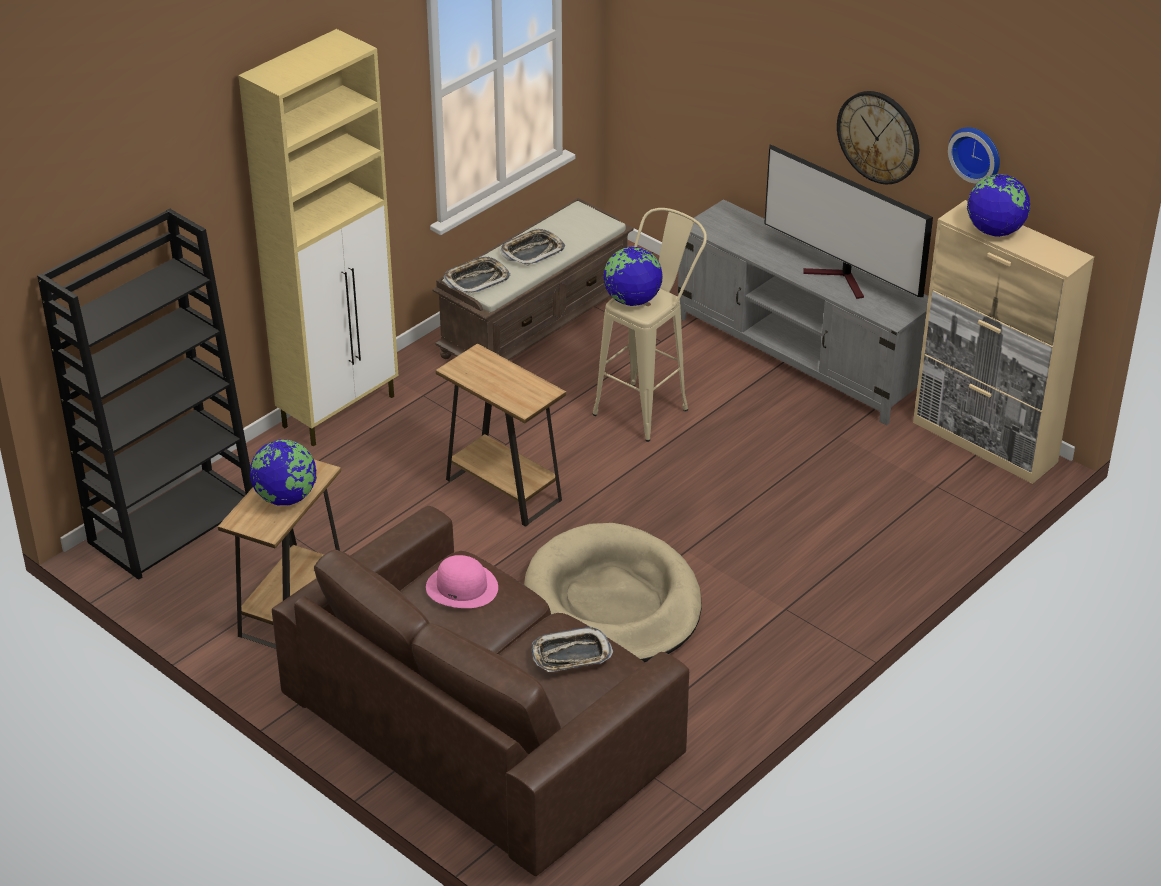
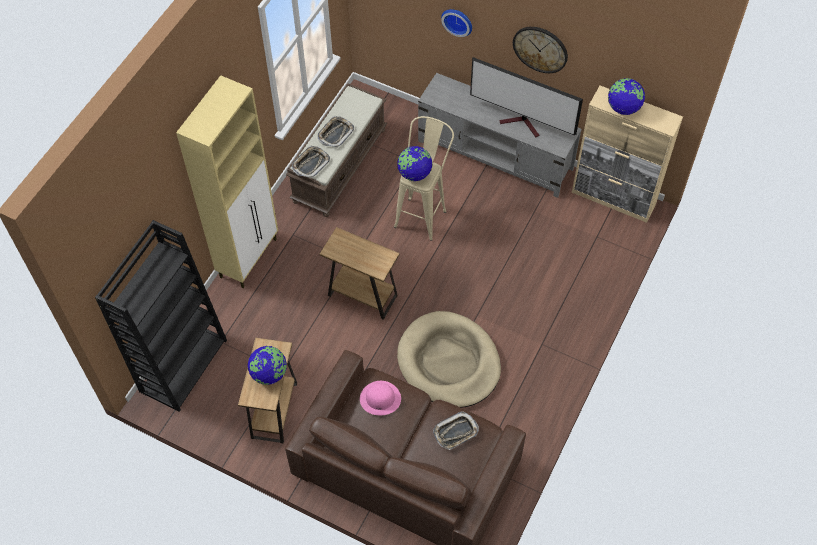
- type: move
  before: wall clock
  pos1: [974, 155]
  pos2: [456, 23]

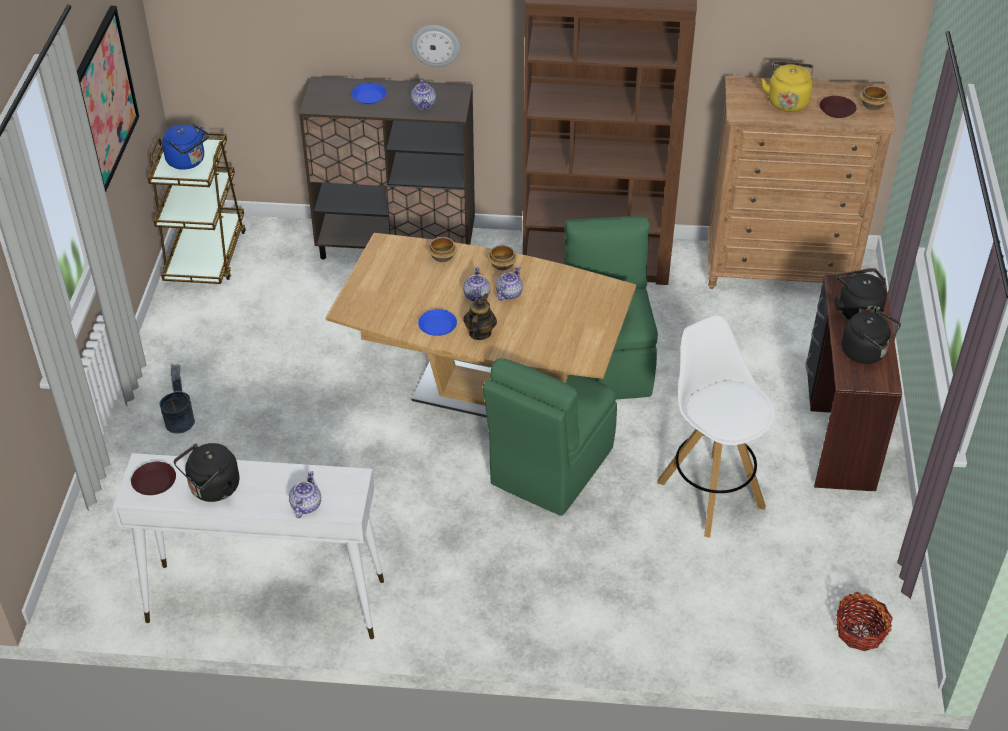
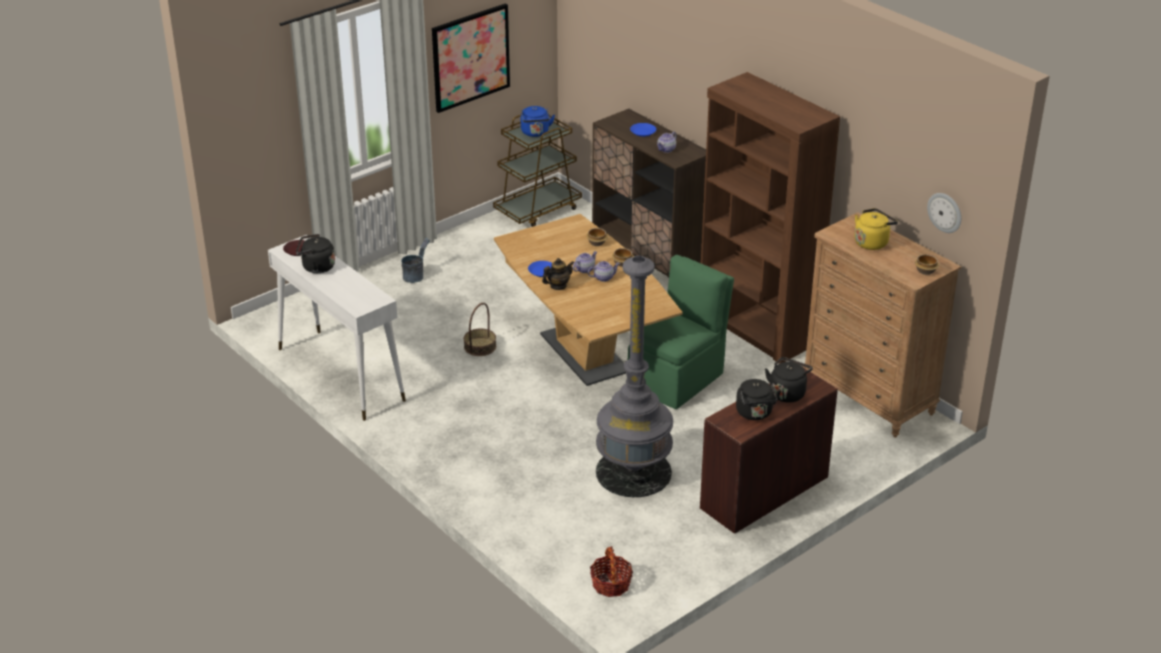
- type: insert
  after: basket
  pos2: [480, 329]
- type: replace
  before: stool (white)
  after: floor lamp (grey)
  pos1: [716, 426]
  pos2: [634, 376]
- type: move
  before: wall clock
  pos1: [435, 46]
  pos2: [944, 213]
- type: delete
  before: teapot
  pos1: [305, 494]
- type: delete
  before: chair (green)
  pos1: [550, 437]
- type: delete
  before: plate (brown)
  pos1: [838, 107]

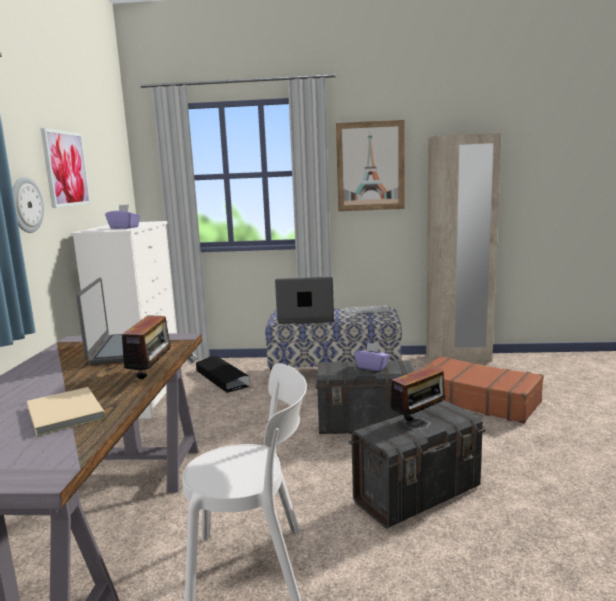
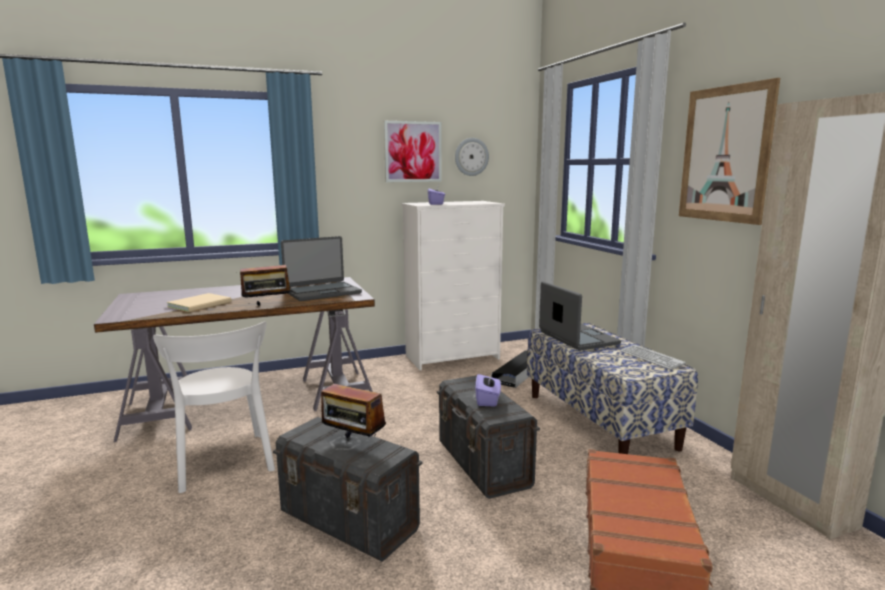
- type: move
  before: wall clock
  pos1: [28, 205]
  pos2: [472, 157]

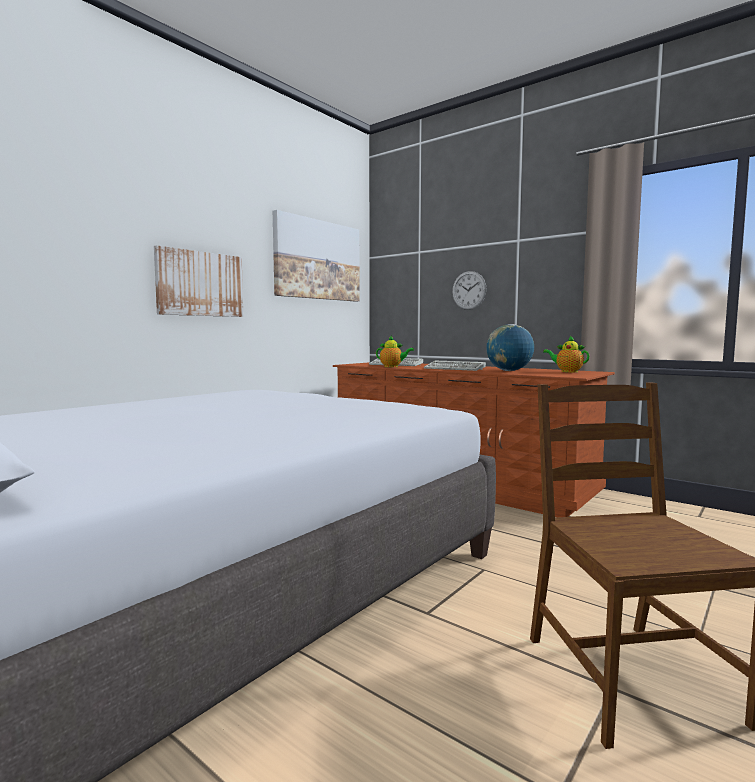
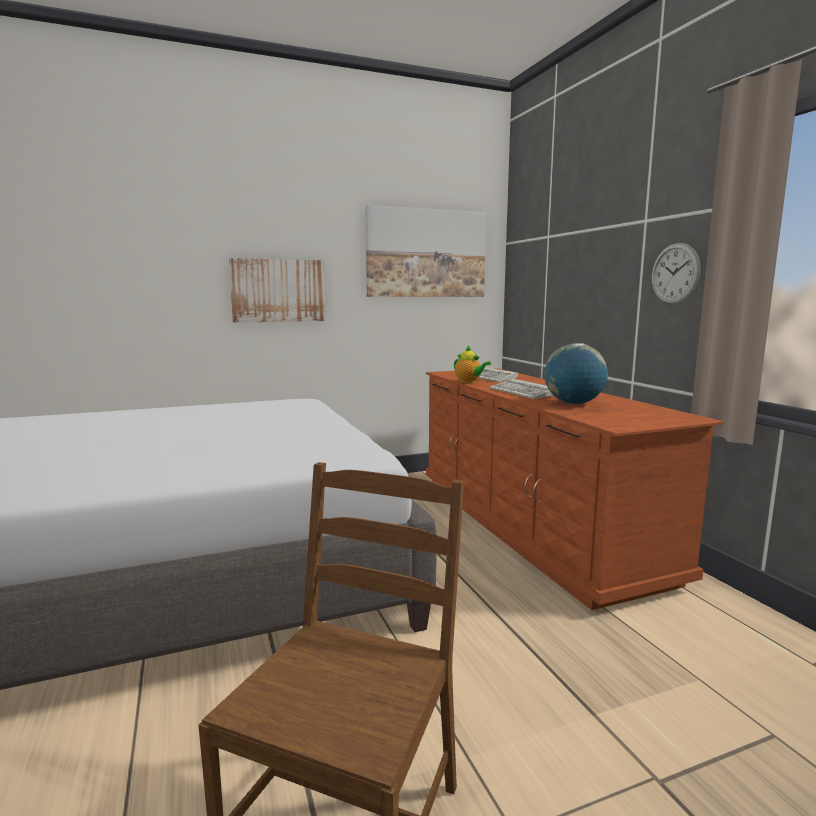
- type: move
  before: wall clock
  pos1: [469, 290]
  pos2: [676, 273]
- type: delete
  before: teapot
  pos1: [566, 354]

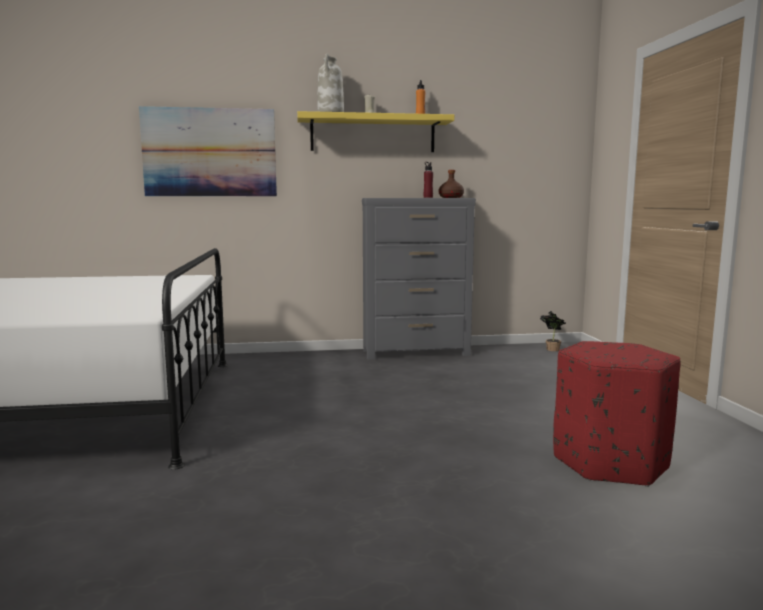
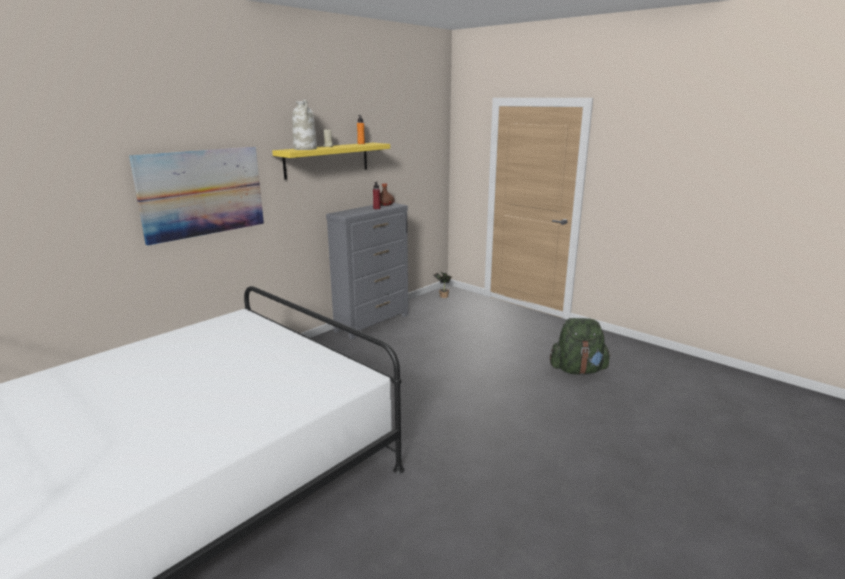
- type: replace
  before: ottoman (red)
  after: backpack (green)
  pos1: [617, 414]
  pos2: [580, 346]

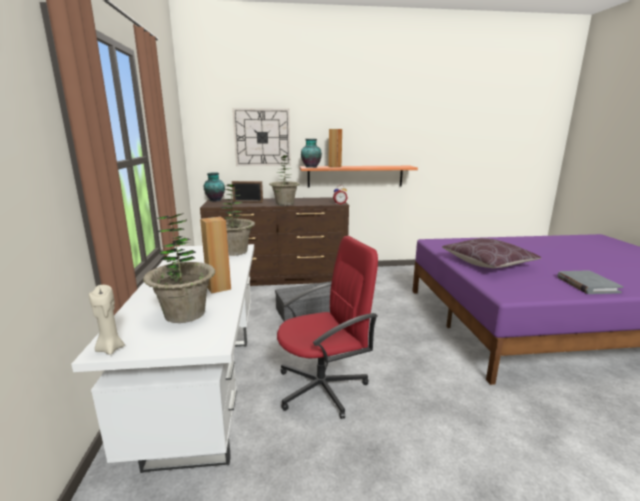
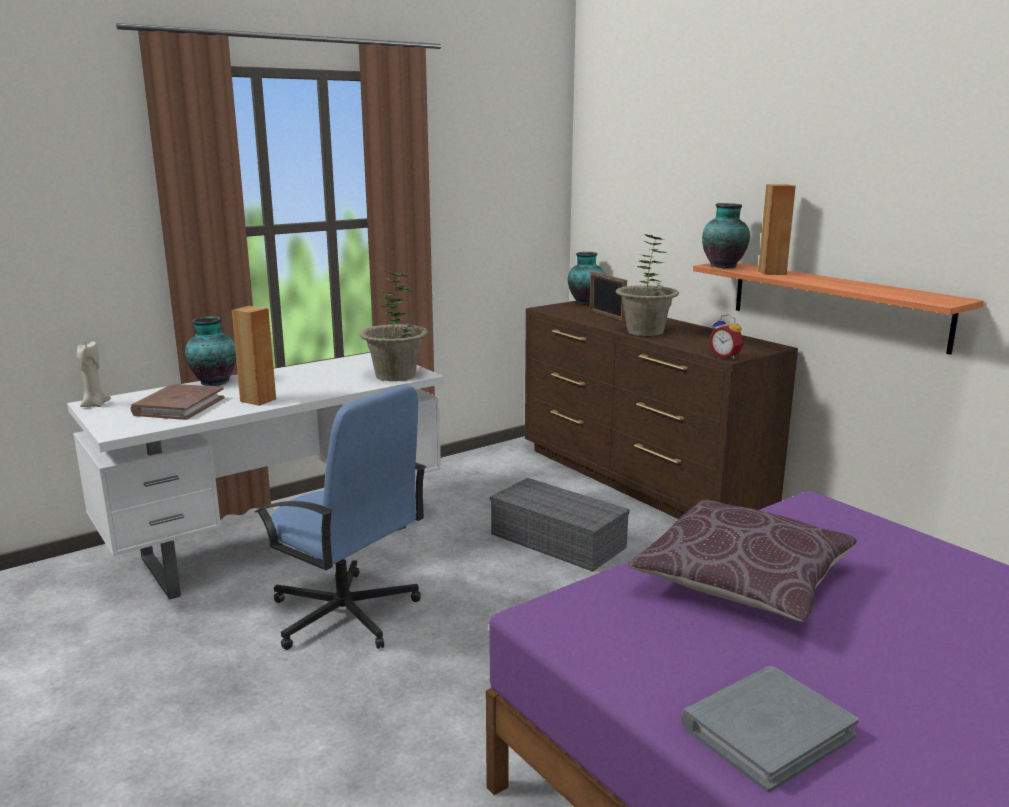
- type: replace
  before: potted plant
  after: book (brown)
  pos1: [179, 268]
  pos2: [177, 402]
- type: insert
  after: vase
  pos2: [210, 351]
- type: recolor
  before: office chair (red)
  after: office chair (blue)
  pos1: [327, 327]
  pos2: [340, 517]
- type: delete
  before: wall clock
  pos1: [261, 137]

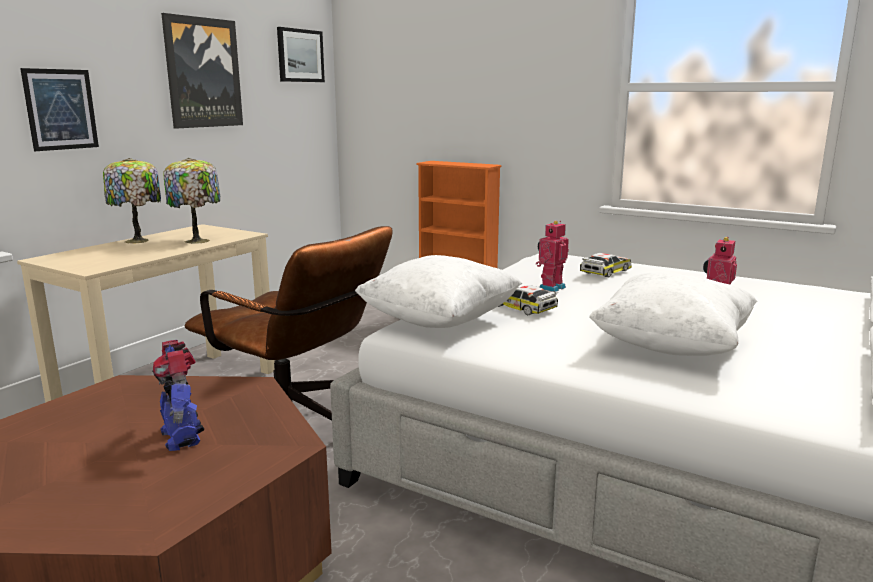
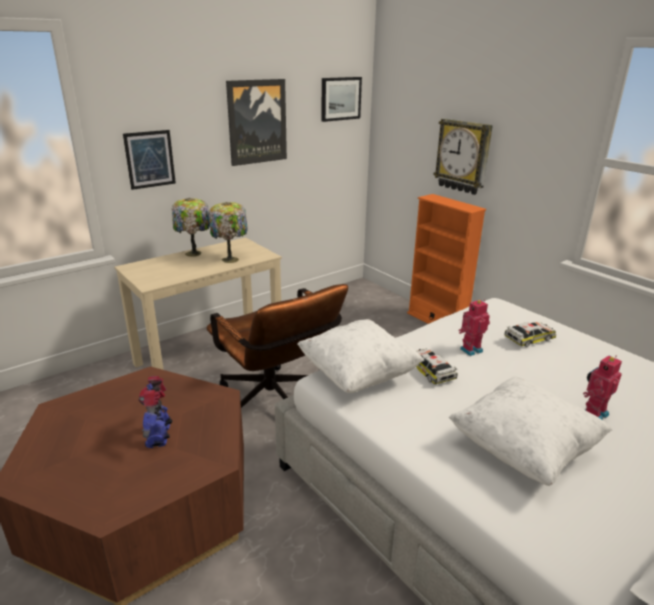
- type: insert
  after: wall clock
  pos2: [463, 156]

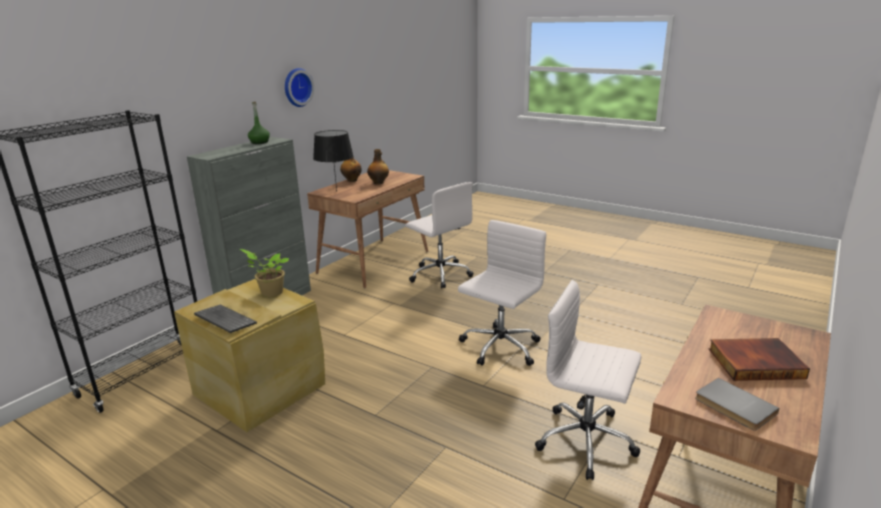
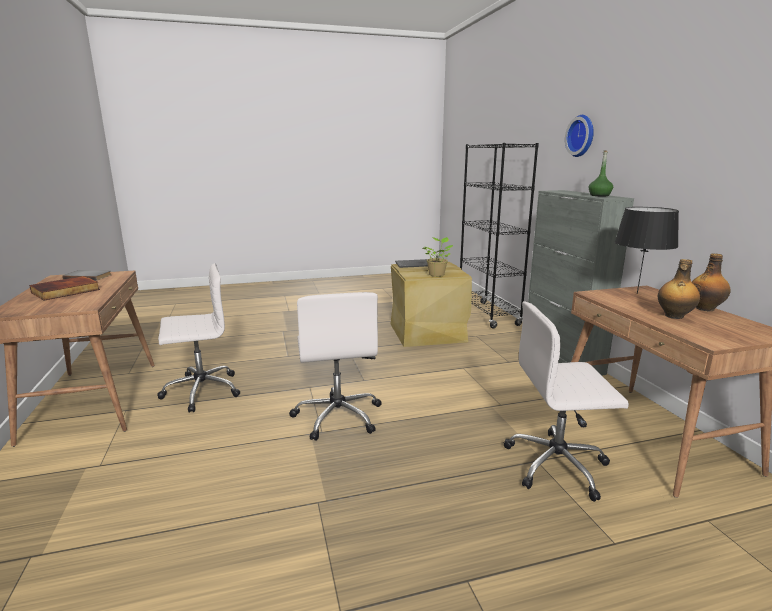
- type: move
  before: wall clock
  pos1: [299, 87]
  pos2: [579, 136]

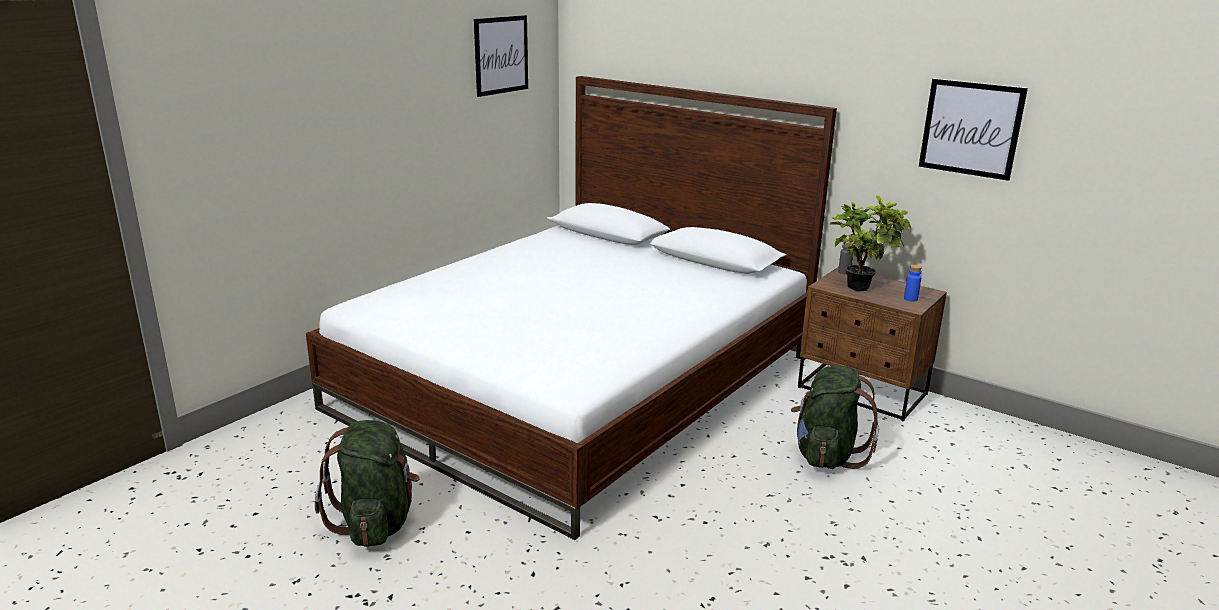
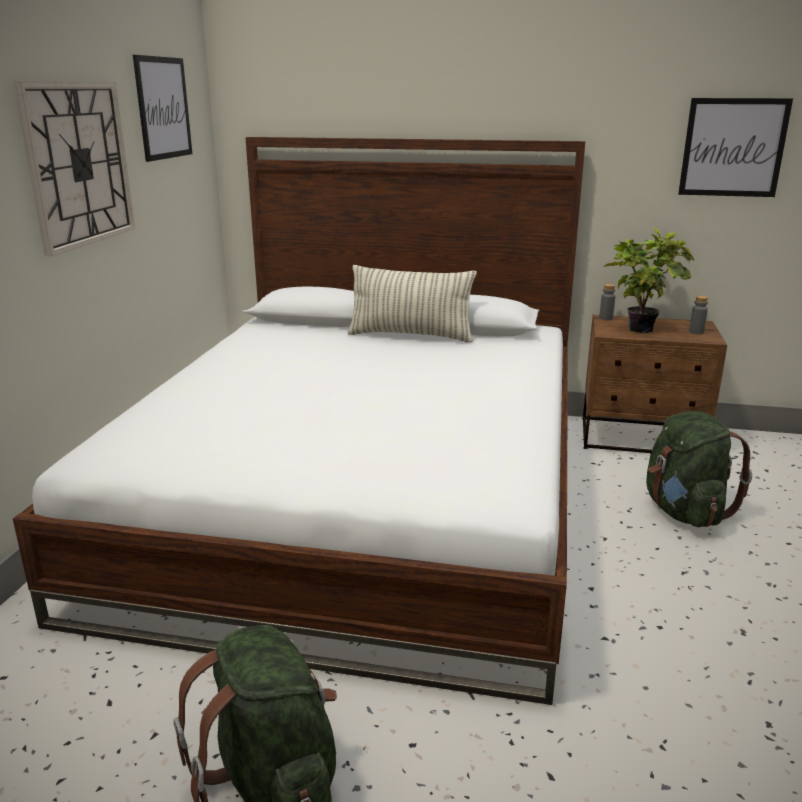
- type: insert
  after: wall clock
  pos2: [74, 169]
- type: insert
  after: pillow
  pos2: [412, 304]
- type: recolor
  before: bottle (blue)
  after: bottle (grey)
  pos1: [913, 283]
  pos2: [698, 315]

